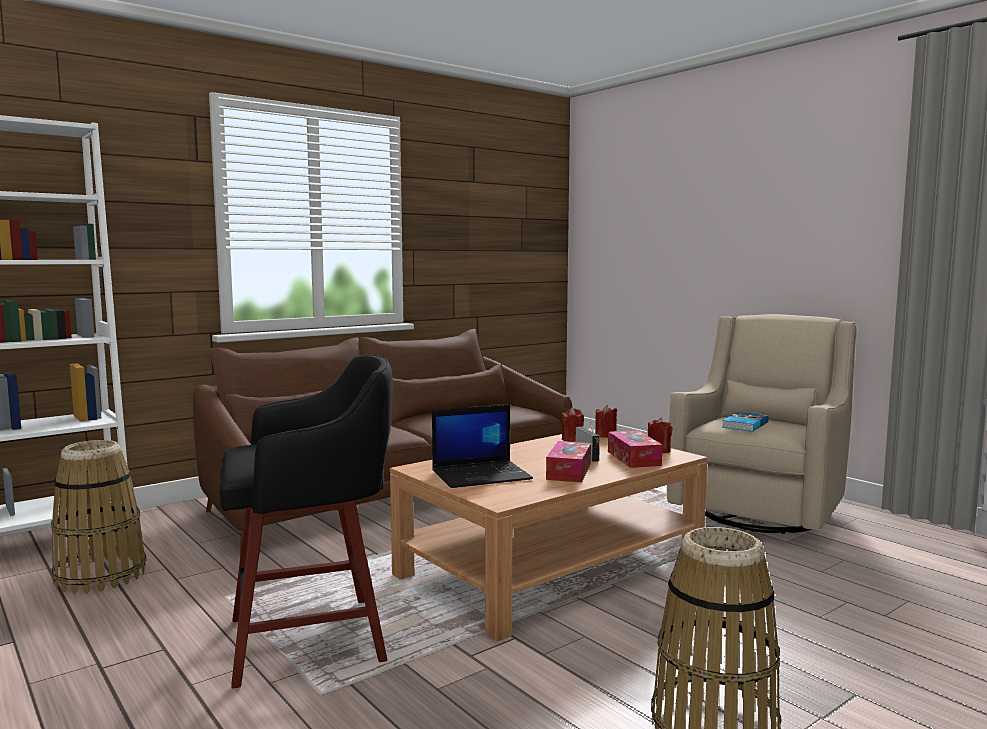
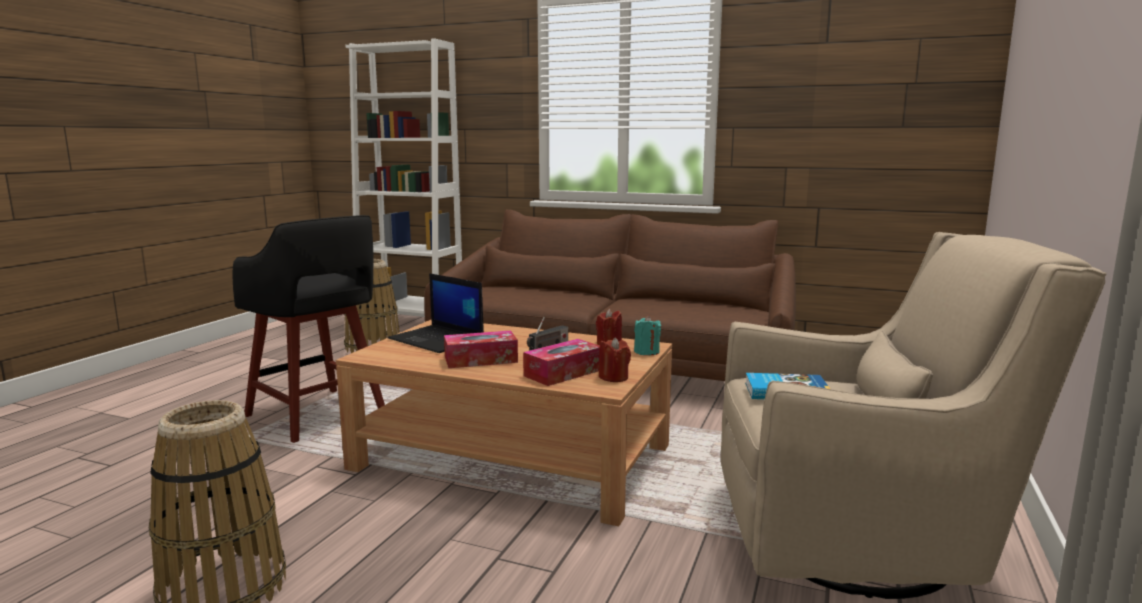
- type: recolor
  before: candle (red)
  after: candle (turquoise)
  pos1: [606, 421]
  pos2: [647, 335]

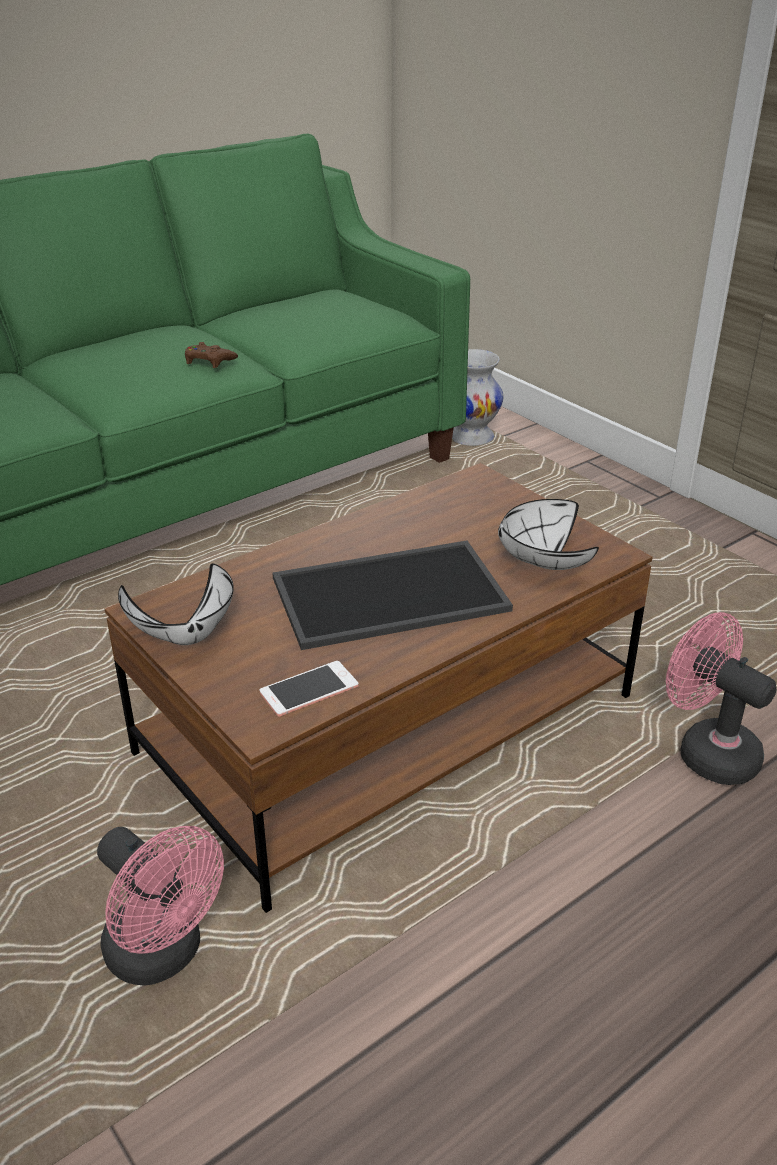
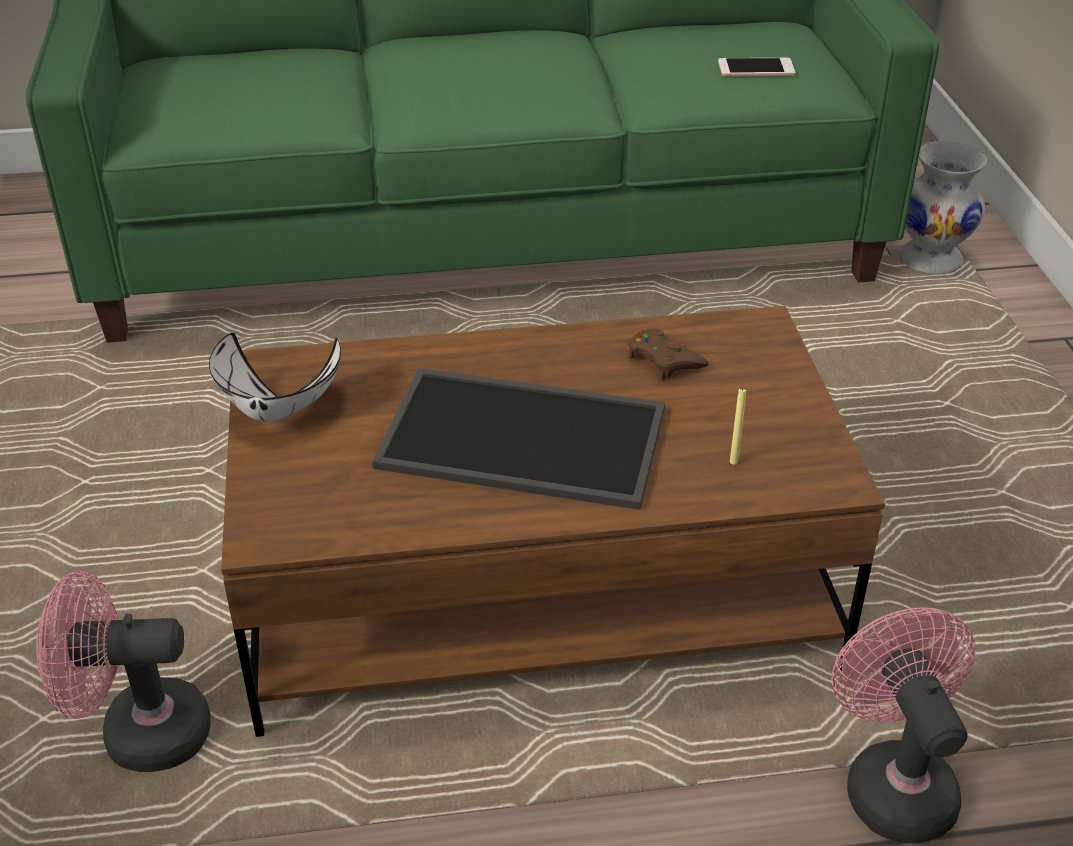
- type: rotate
  before: fan (pink)
  pos1: [160, 906]
  pos2: [123, 671]
  turn: 105
- type: move
  before: game controller (brown)
  pos1: [211, 355]
  pos2: [668, 354]
- type: move
  before: phone
  pos1: [309, 689]
  pos2: [757, 67]
- type: replace
  before: bowl (white)
  after: candle (yellow)
  pos1: [548, 534]
  pos2: [738, 426]

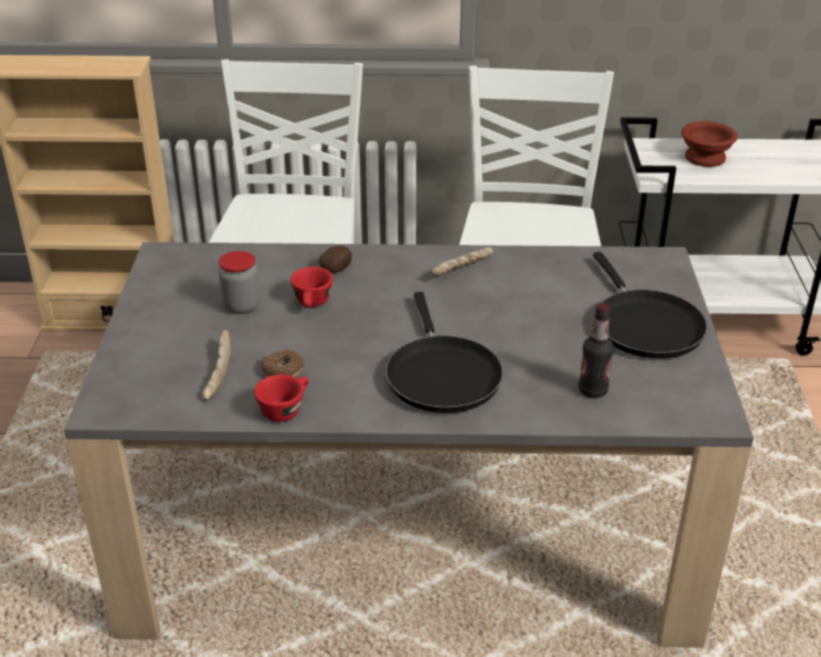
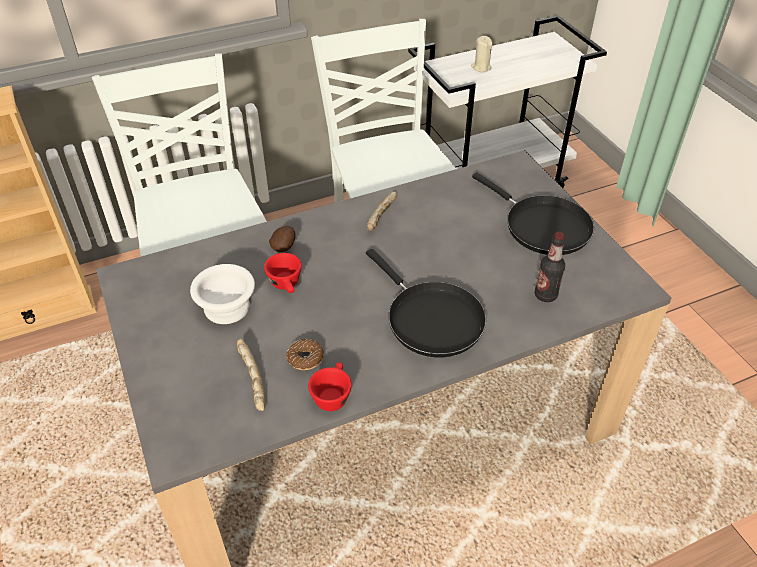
- type: replace
  before: jar
  after: bowl (white)
  pos1: [239, 282]
  pos2: [222, 294]
- type: replace
  before: bowl (brown)
  after: candle (beige)
  pos1: [709, 144]
  pos2: [482, 54]

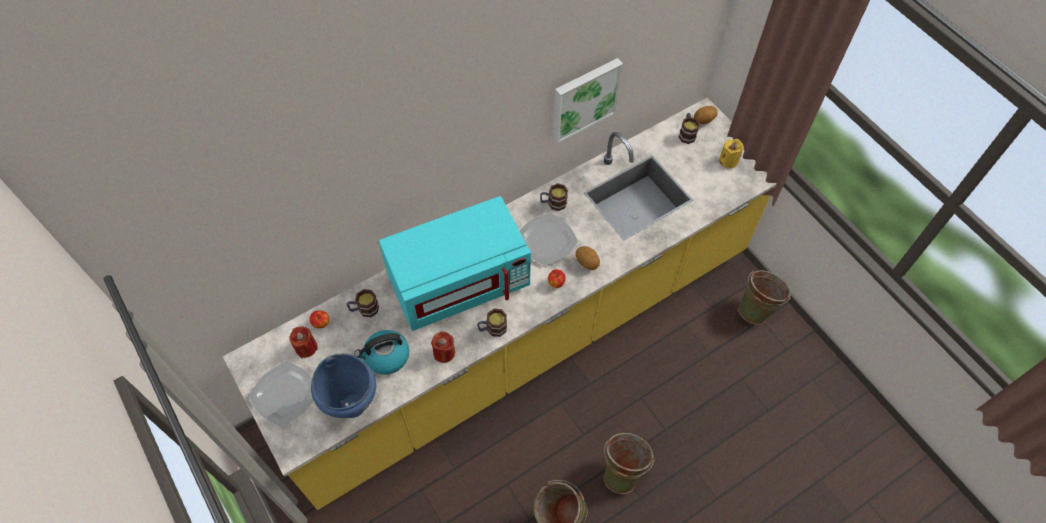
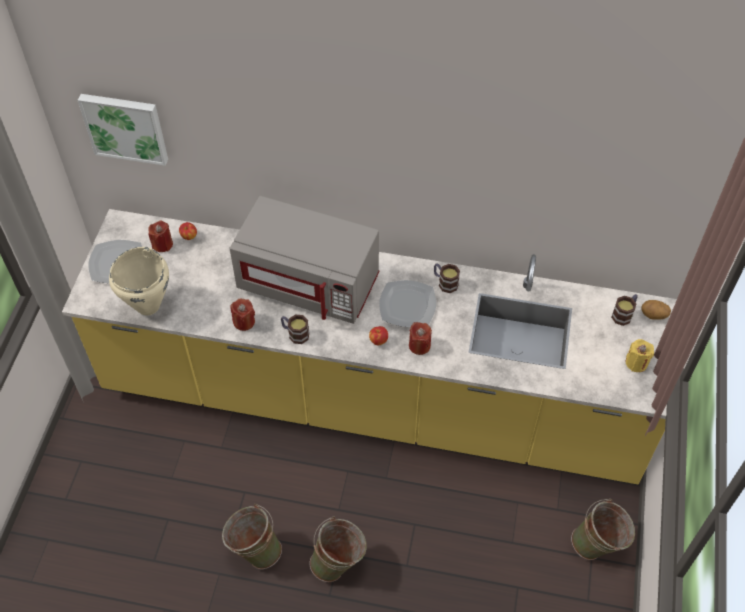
- type: move
  before: picture
  pos1: [588, 101]
  pos2: [123, 130]
- type: recolor
  before: cooking pot (blue)
  after: cooking pot (beige)
  pos1: [343, 385]
  pos2: [139, 281]
- type: recolor
  before: microwave (turquoise)
  after: microwave (grey)
  pos1: [455, 263]
  pos2: [304, 260]
- type: replace
  before: potato
  after: candle (red)
  pos1: [588, 258]
  pos2: [420, 338]
- type: delete
  before: mug
  pos1: [363, 303]
- type: delete
  before: kettle
  pos1: [381, 352]

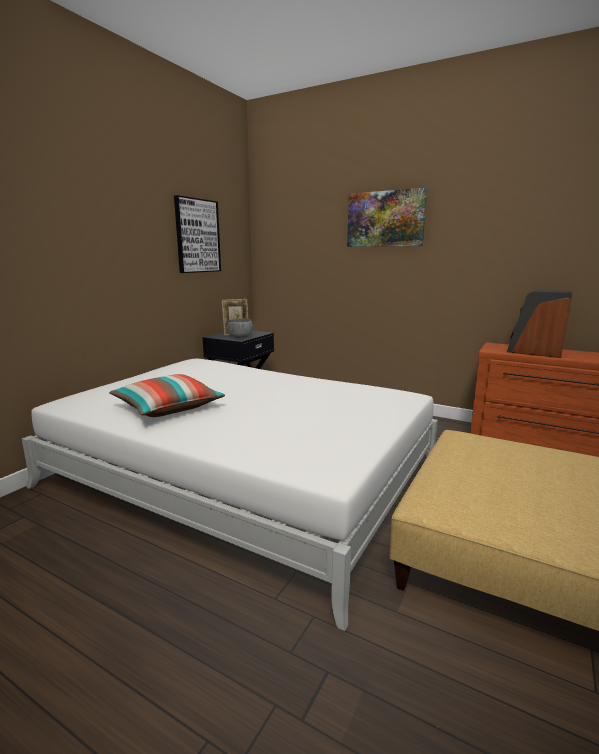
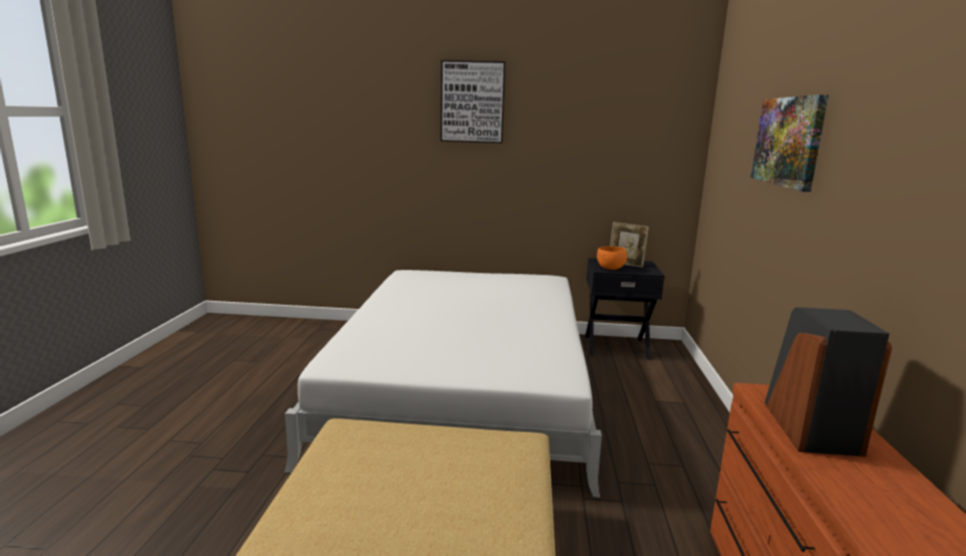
- type: move
  before: picture
  pos1: [197, 234]
  pos2: [473, 101]
- type: recolor
  before: bowl (grey)
  after: bowl (orange)
  pos1: [240, 328]
  pos2: [612, 258]
- type: delete
  before: pillow
  pos1: [167, 395]

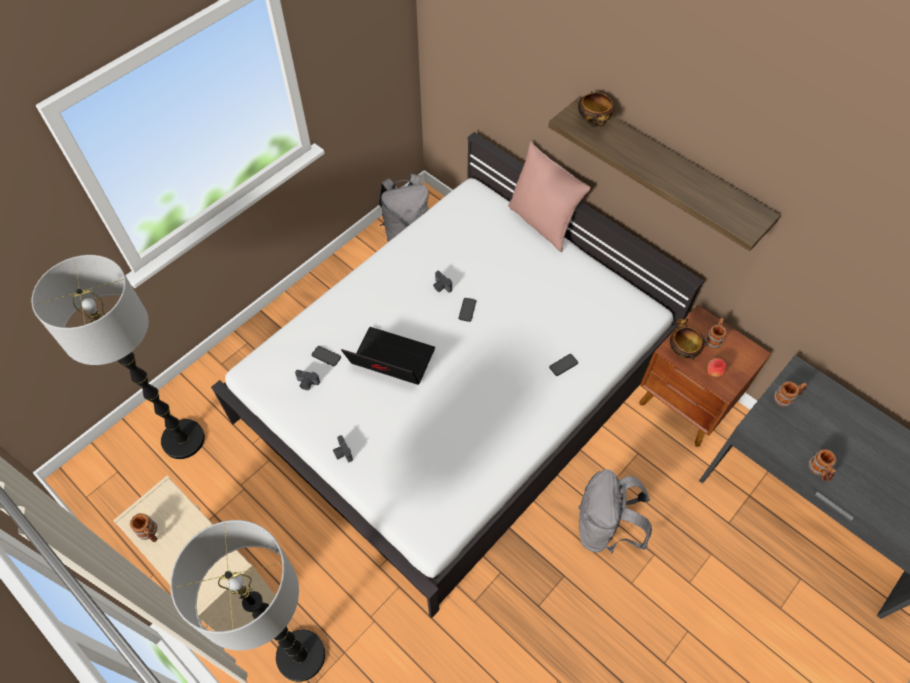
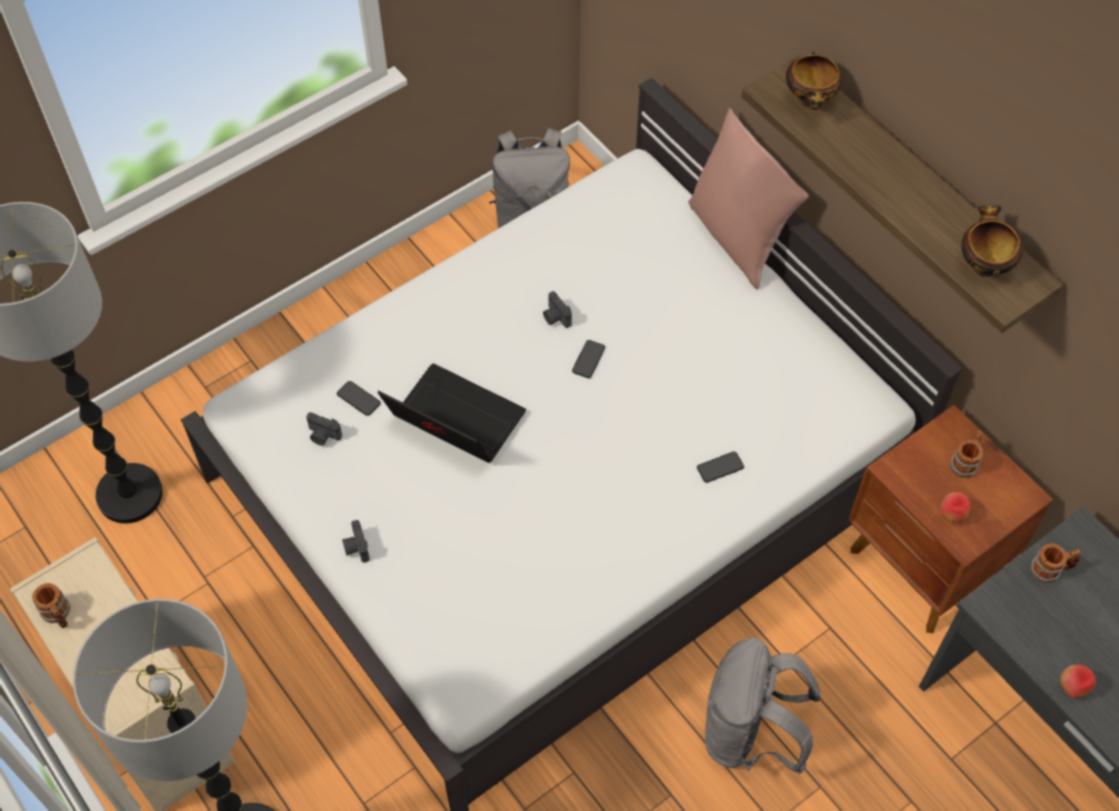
- type: move
  before: bowl
  pos1: [687, 339]
  pos2: [993, 241]
- type: replace
  before: mug
  after: apple
  pos1: [822, 465]
  pos2: [1078, 681]

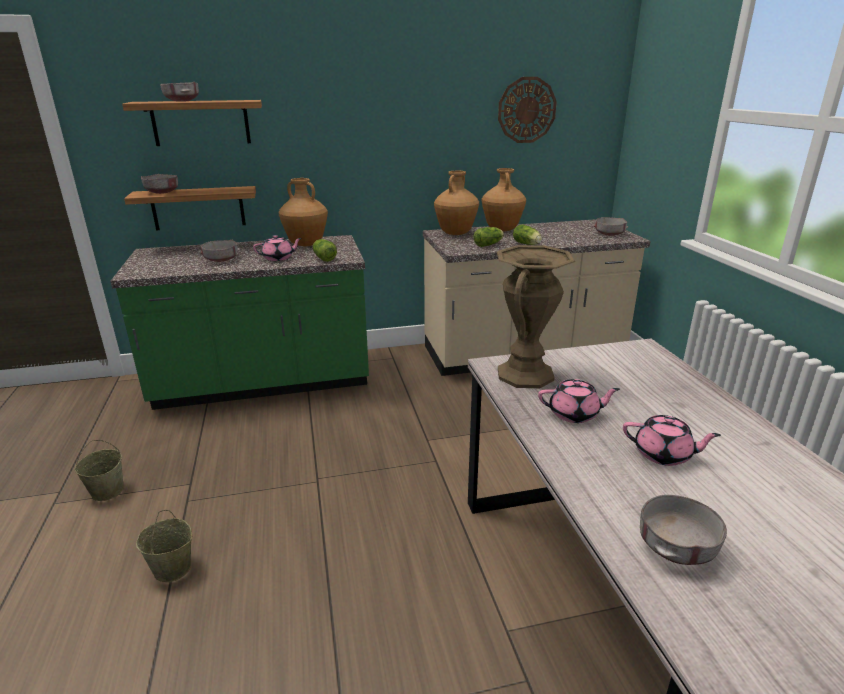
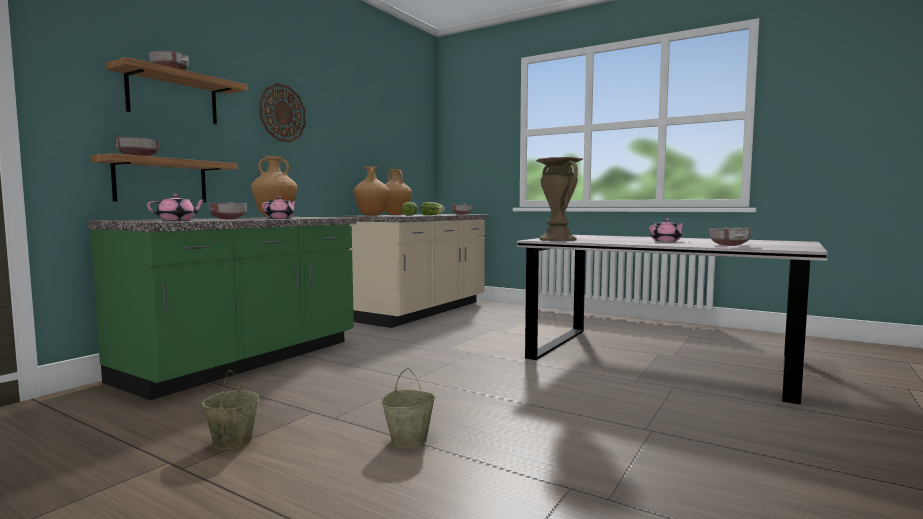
- type: move
  before: teapot (pink)
  pos1: [579, 401]
  pos2: [176, 207]
- type: move
  before: wall clock
  pos1: [527, 110]
  pos2: [282, 112]
- type: delete
  before: lettuce
  pos1: [325, 250]

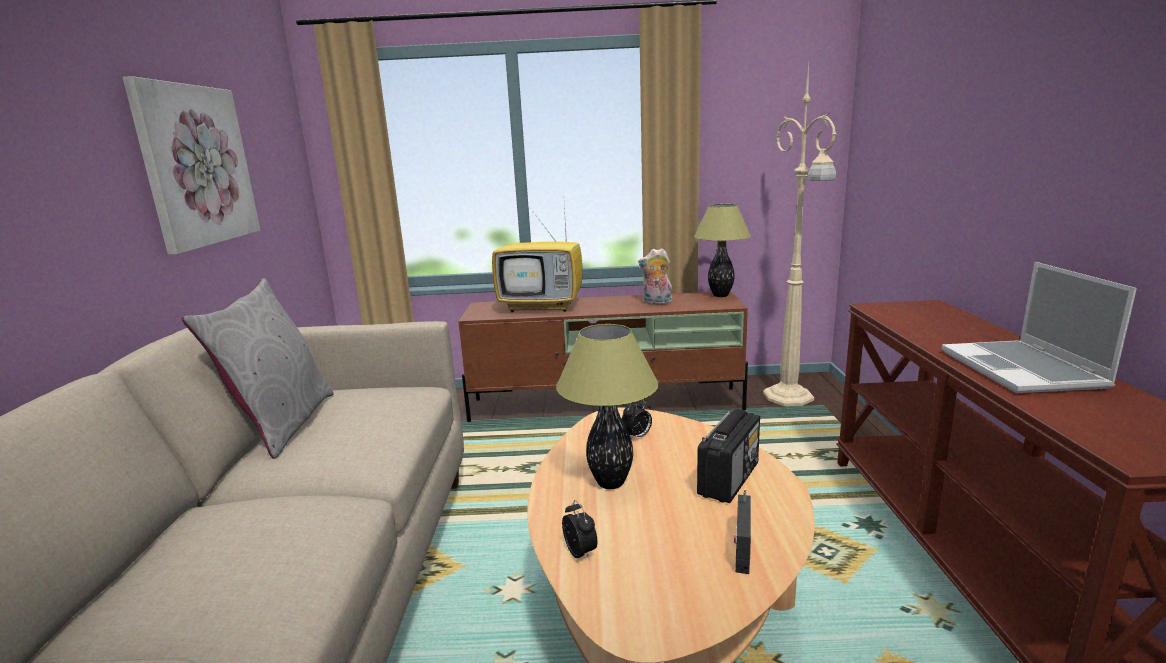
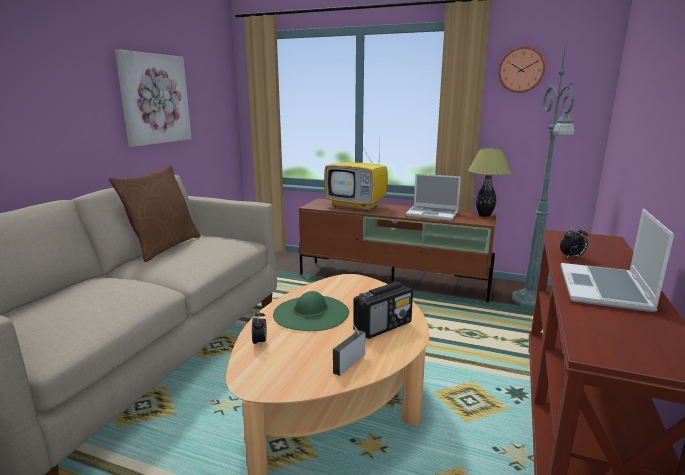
- type: recolor
  before: pillow (grey)
  after: pillow (brown)
  pos1: [258, 368]
  pos2: [154, 213]
- type: replace
  before: table lamp
  after: hat (green)
  pos1: [607, 406]
  pos2: [311, 311]
- type: replace
  before: plush toy
  after: laptop
  pos1: [655, 276]
  pos2: [433, 197]
- type: insert
  after: wall clock
  pos2: [521, 70]
- type: recolor
  before: floor lamp (beige)
  after: floor lamp (green)
  pos1: [799, 234]
  pos2: [543, 176]
- type: move
  before: alarm clock
  pos1: [637, 419]
  pos2: [574, 242]

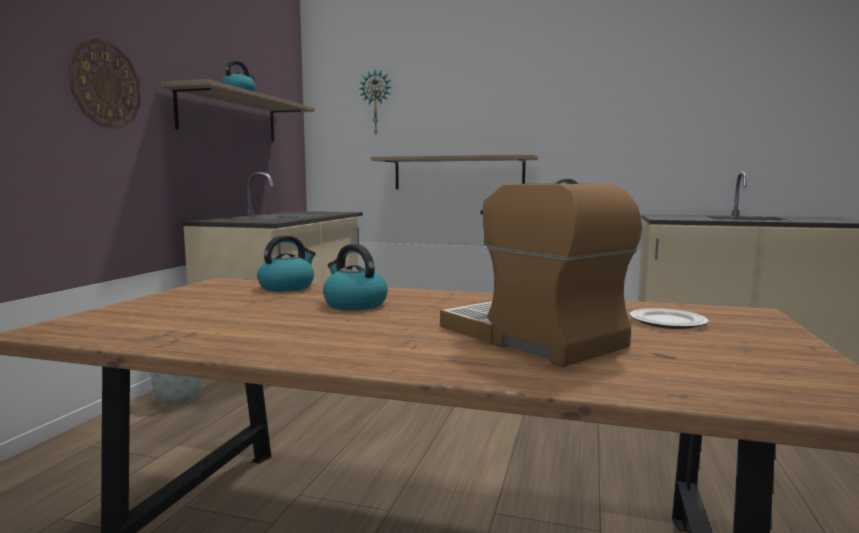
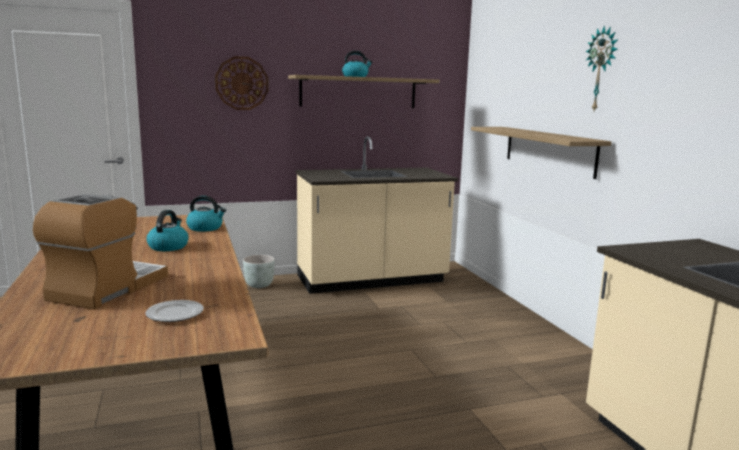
- type: move
  before: wall clock
  pos1: [375, 102]
  pos2: [602, 68]

